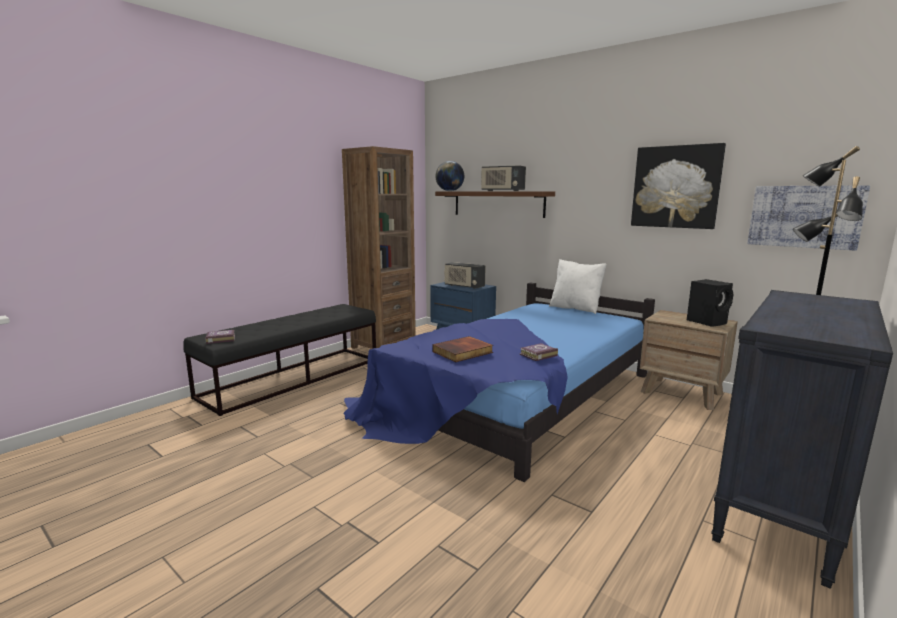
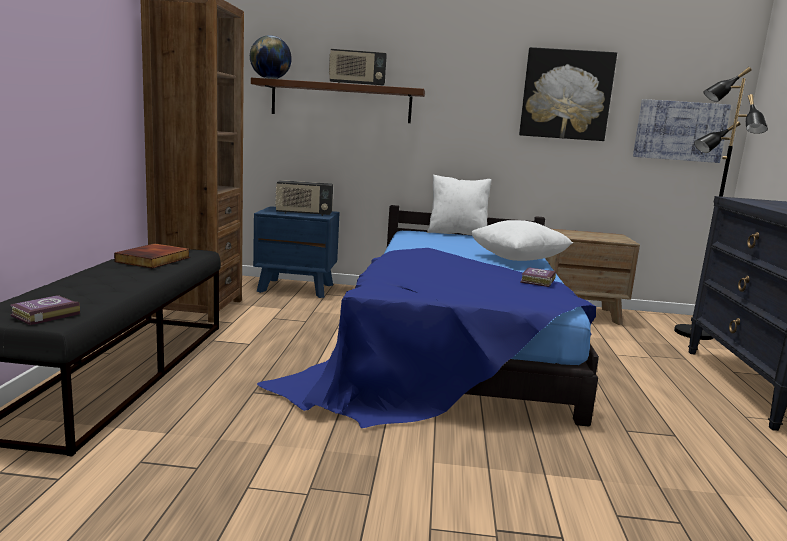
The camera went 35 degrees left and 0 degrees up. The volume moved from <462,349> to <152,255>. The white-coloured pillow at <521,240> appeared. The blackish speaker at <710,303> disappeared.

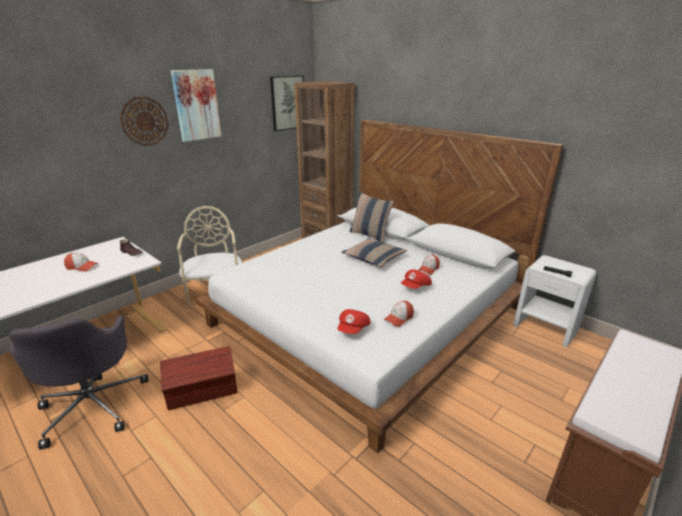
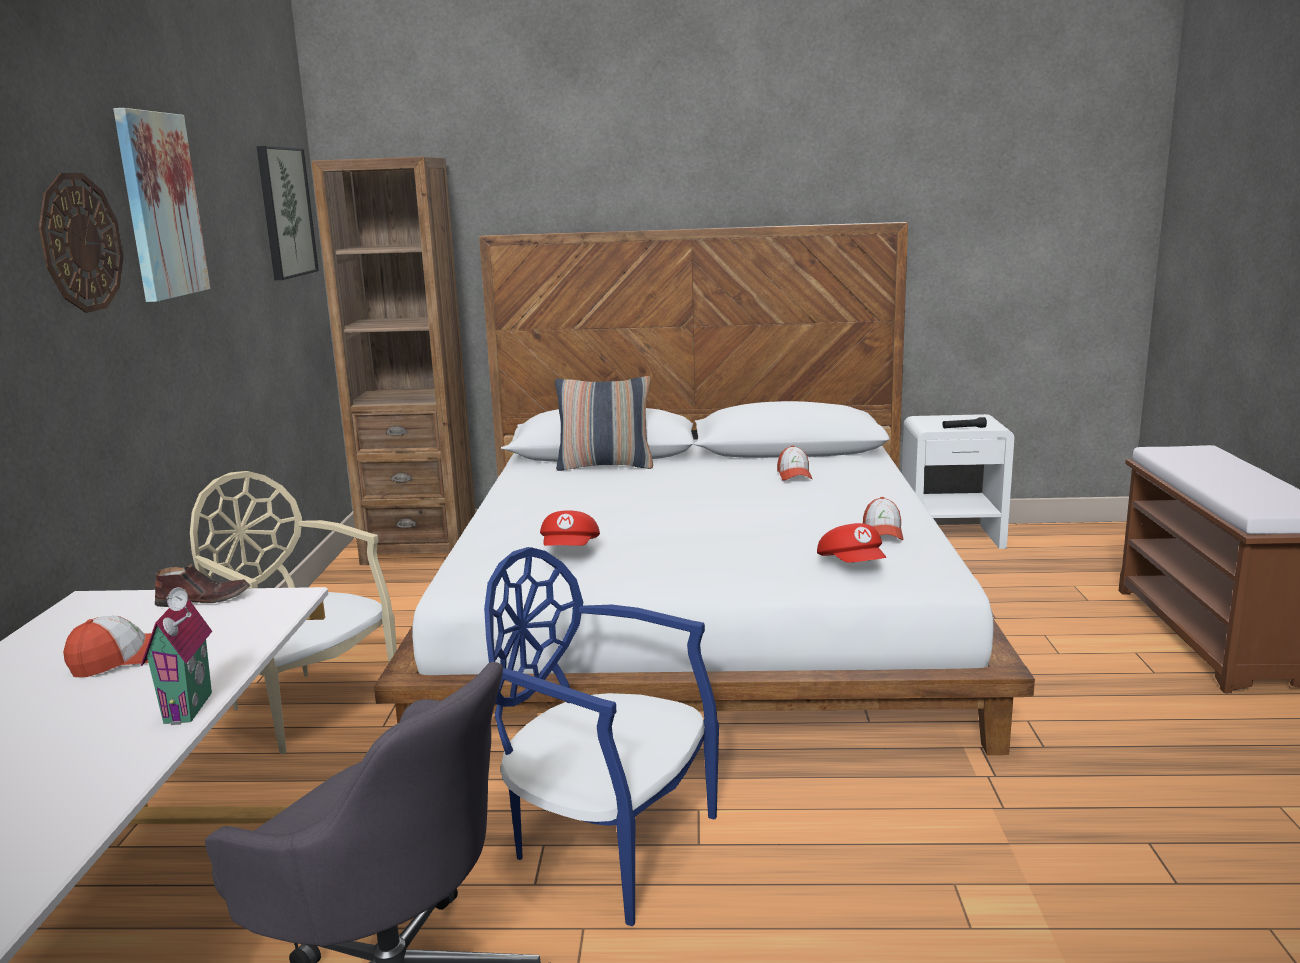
The camera went 40 degrees left and 10 degrees down. The model house at <176,656> appeared. The brown storage box at <199,378> was replaced by the blue-coloured upright chair at <601,736>. The red baseball cap moved from <416,279> to <570,528>. The pillow at <374,252> disappeared.

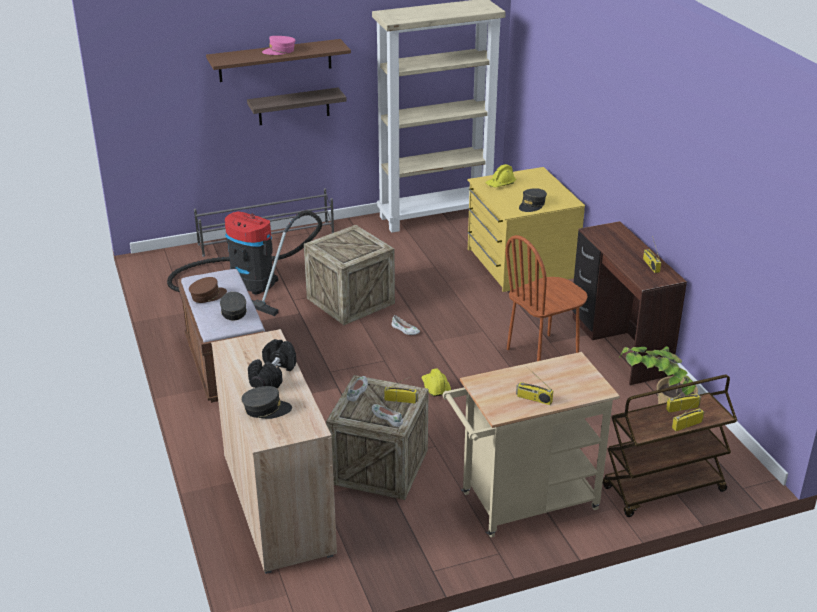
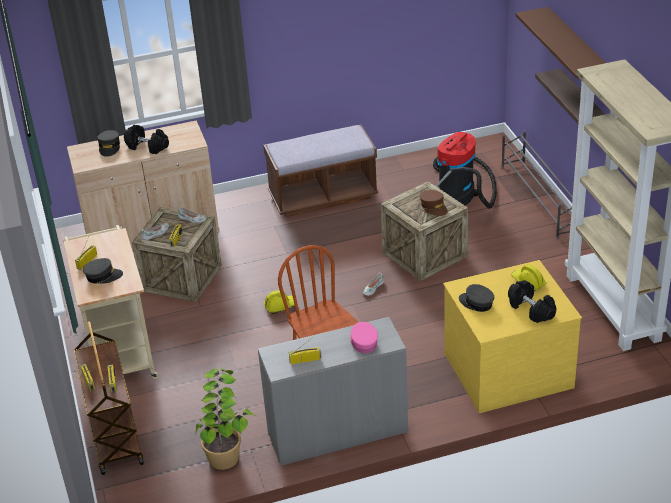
The camera went 95 degrees right and 5 degrees up. The greyish baseball cap moved from <233,306> to <103,271>. The brown desk unit at <629,303> became the greyish desk unit at <333,391>. The pink baseball cap moved from <279,45> to <364,337>. The brown baseball cap moved from <208,290> to <434,203>. The blackish dumbbell at <532,301> appeared.

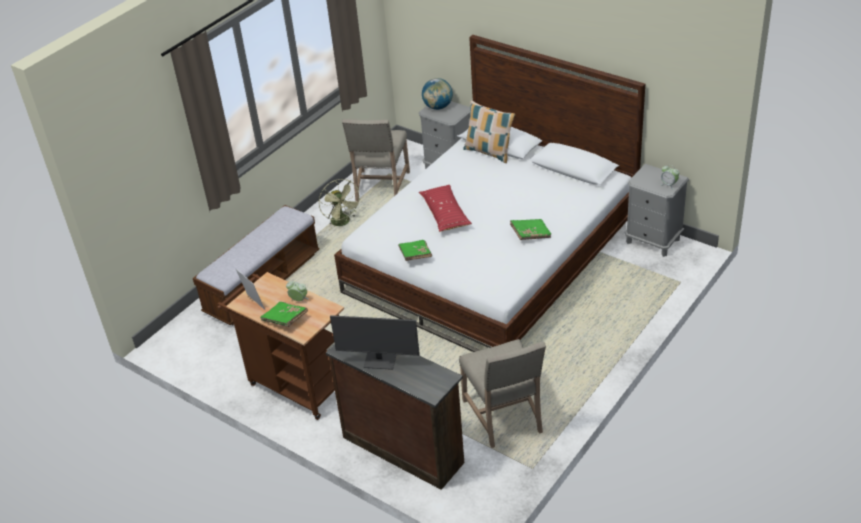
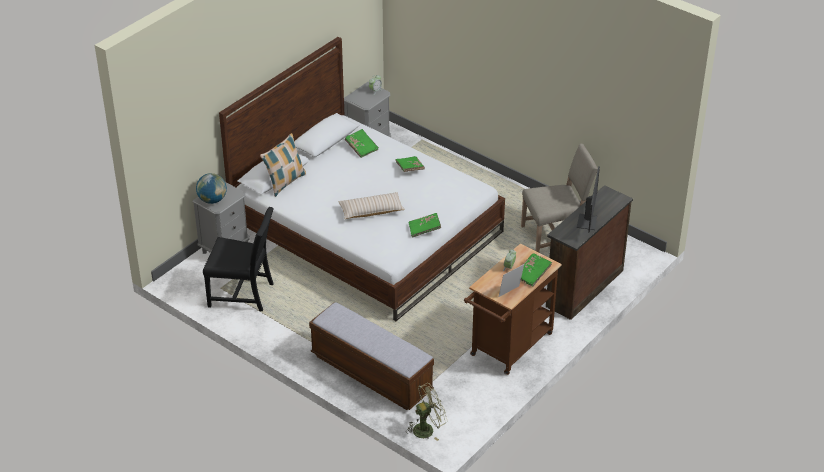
The camera went 90 degrees left and 0 degrees up. The beige upright chair at <376,161> became the blackish upright chair at <238,259>. The red pillow at <445,208> became the beige pillow at <371,205>. The green volume at <362,143> appeared. The green electric fan moved from <340,204> to <426,412>.

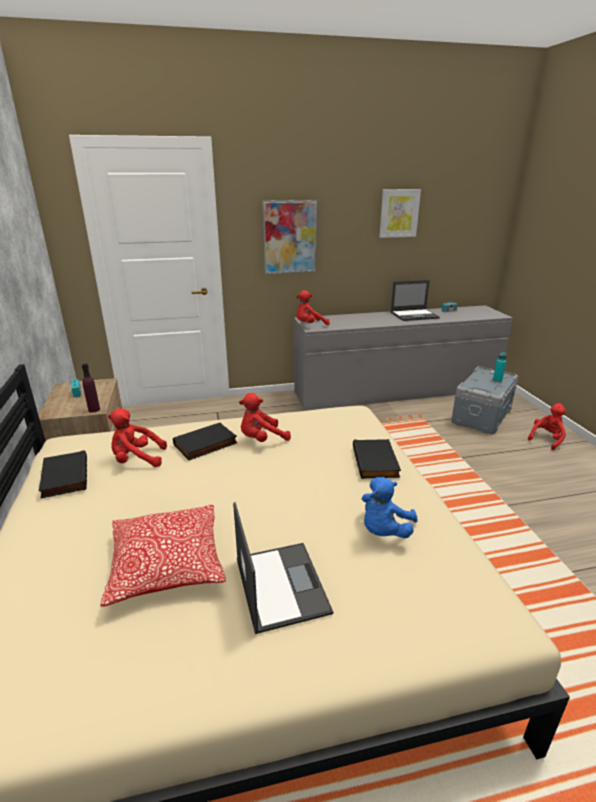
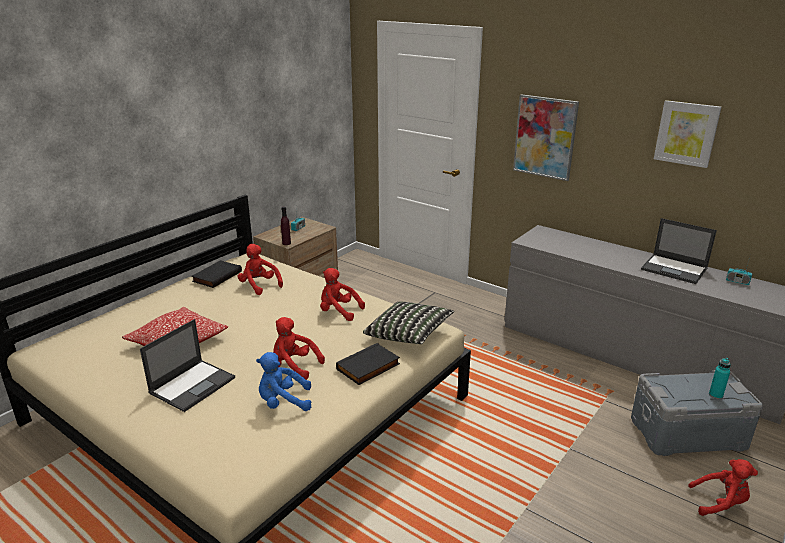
The camera went 50 degrees right and 0 degrees up. The red soft toy moved from <313,307> to <299,348>. The pillow at <408,322> appeared. The blackish volume at <205,441> disappeared.

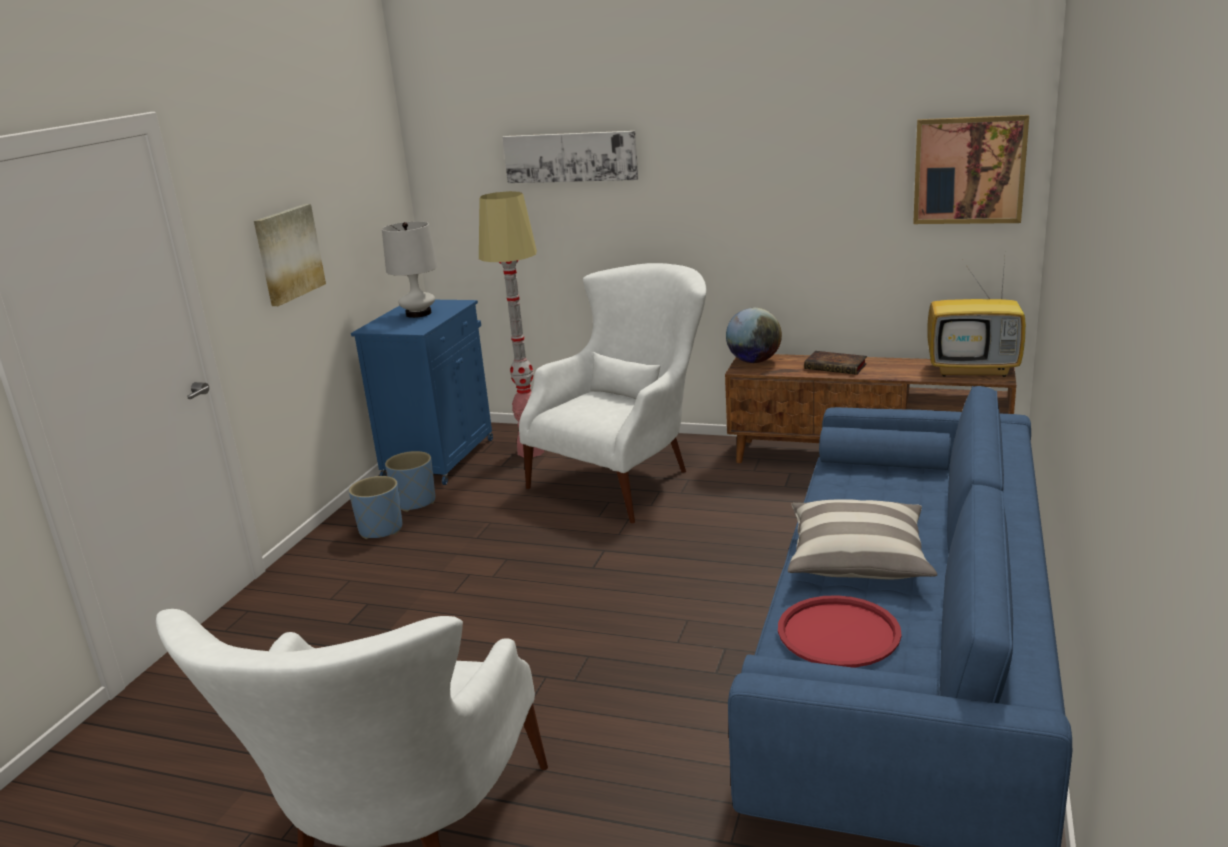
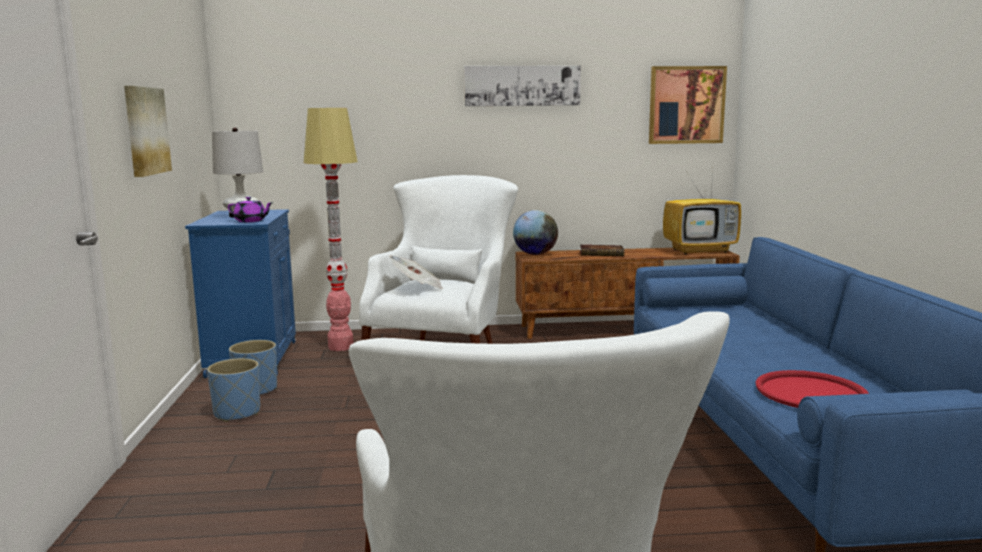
The camera went 25 degrees left and 10 degrees down. The purple-coloured pot for tea at <251,209> appeared. The daily paper at <416,272> appeared. The picture moved from <570,157> to <522,85>. The pillow at <862,539> disappeared.

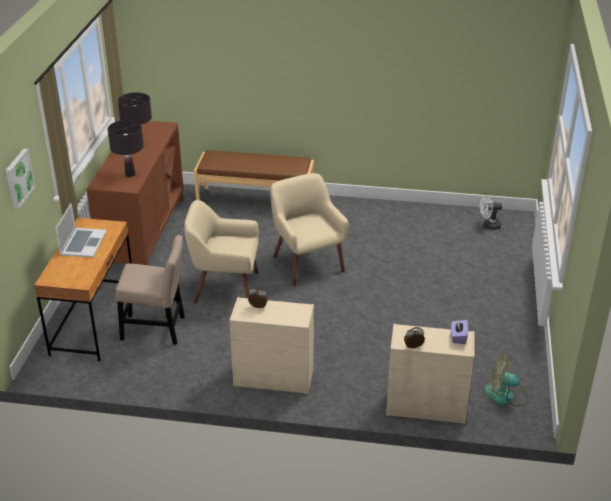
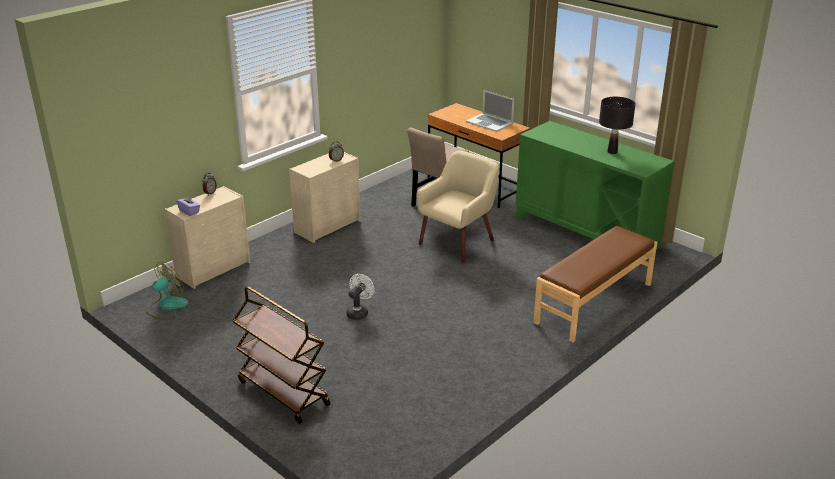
The camera went 125 degrees right and 5 degrees down. The brown trolley at <281,355> appeared. The white-coloured electric fan moved from <491,212> to <360,297>. The brown cupboard at <135,193> became the green cupboard at <595,185>. The picture at <20,179> disappeared. The blackish table lamp at <126,148> disappeared. The beige lounge chair at <309,229> disappeared.

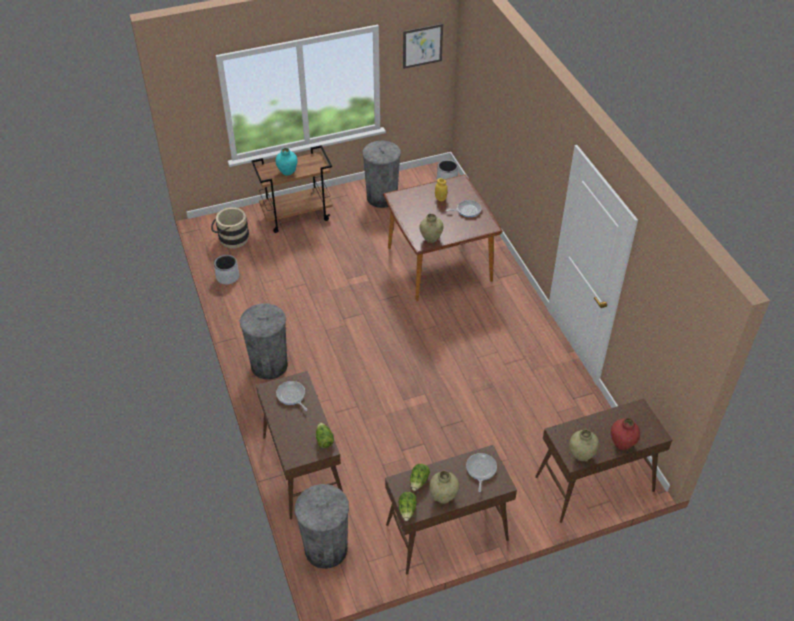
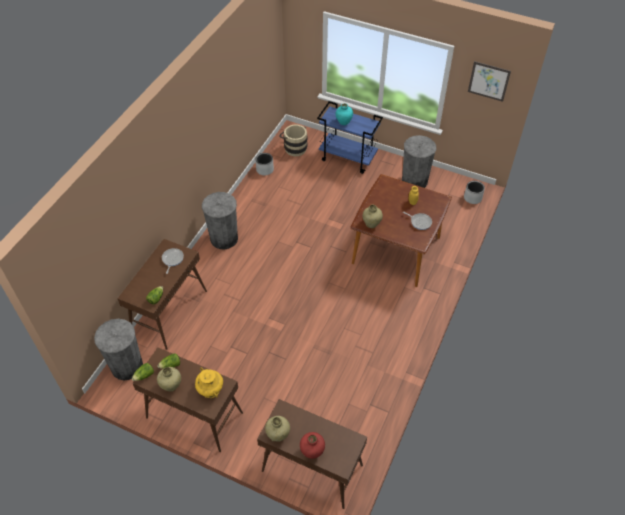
The camera went 45 degrees right and 5 degrees up. The frying pan at <481,472> was replaced by the yellow-coloured decorative vase at <209,383>. The brown trolley at <291,189> became the blue-coloured trolley at <350,137>.

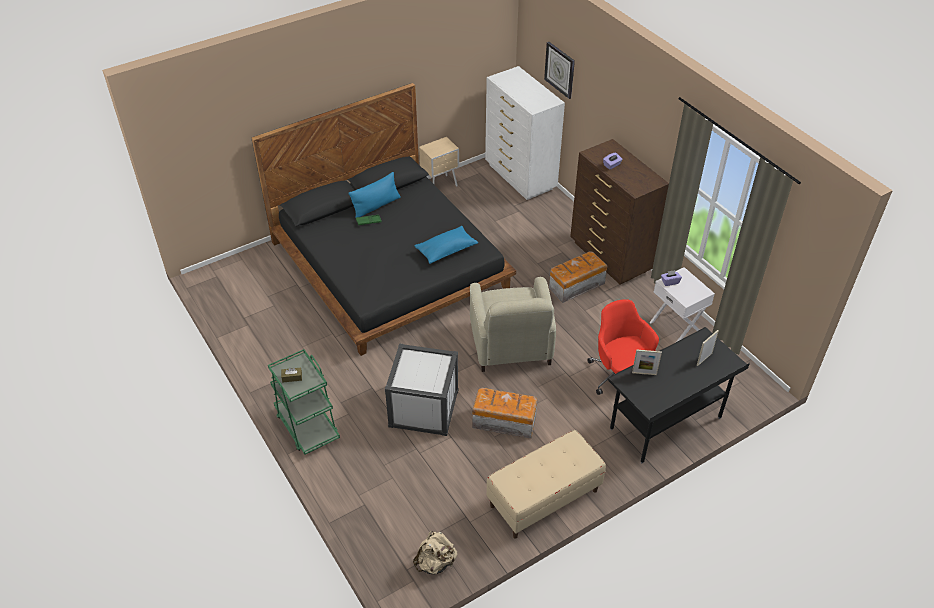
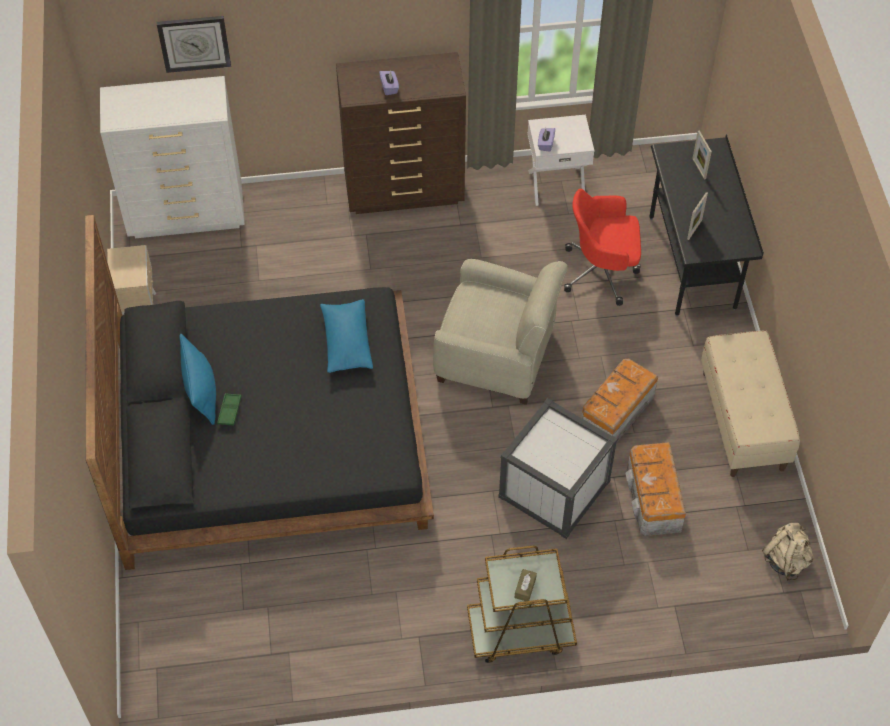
The camera went 65 degrees left and 10 degrees up. The green trolley at <304,402> became the brown trolley at <522,604>. The storage box moved from <578,277> to <655,489>.

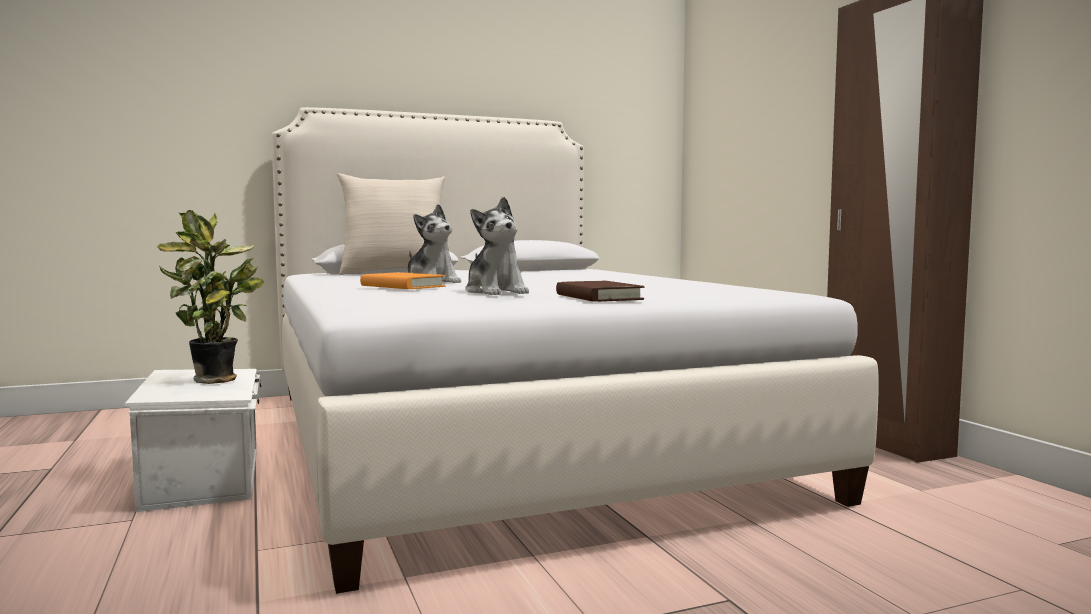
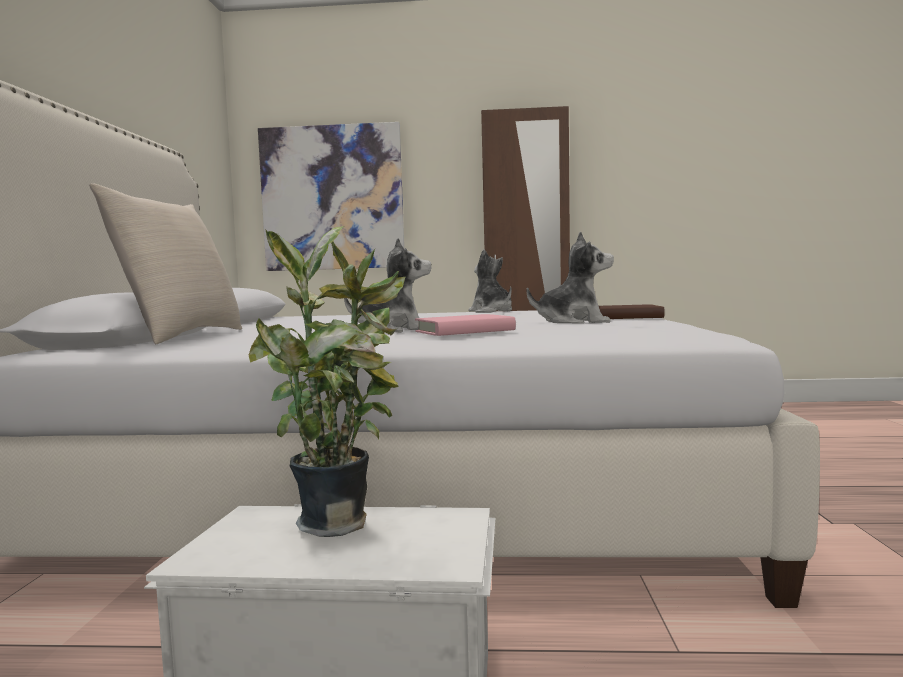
The camera went 65 degrees left and 0 degrees up. The picture at <331,196> appeared. The orange volume at <402,280> became the pink volume at <465,325>. The soft toy at <490,281> appeared.

